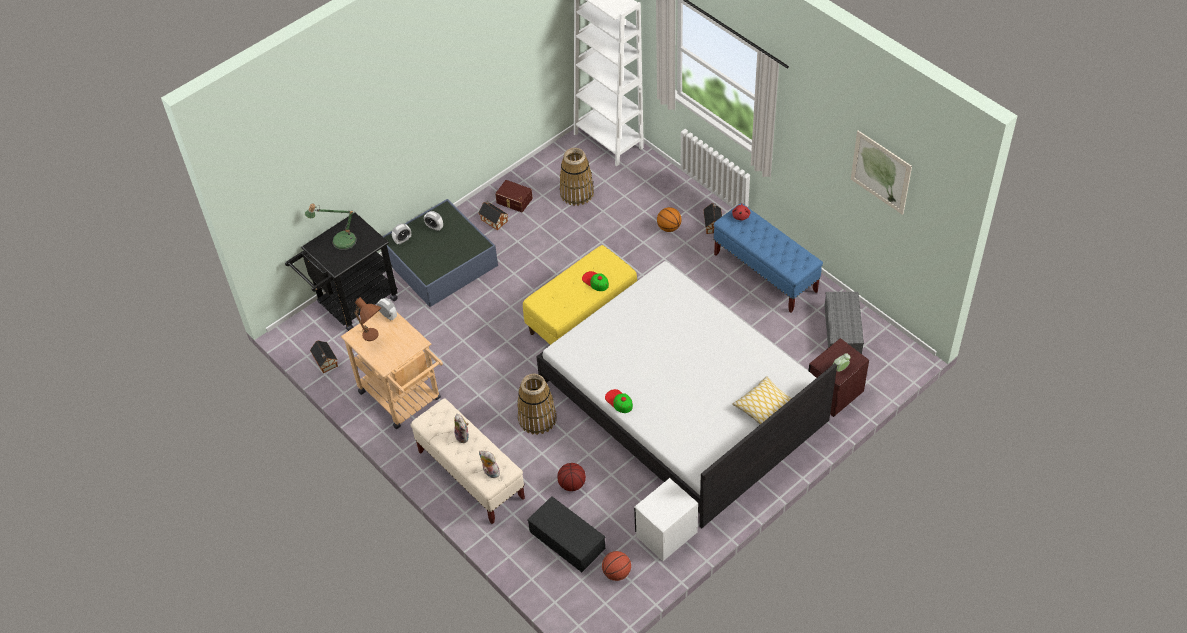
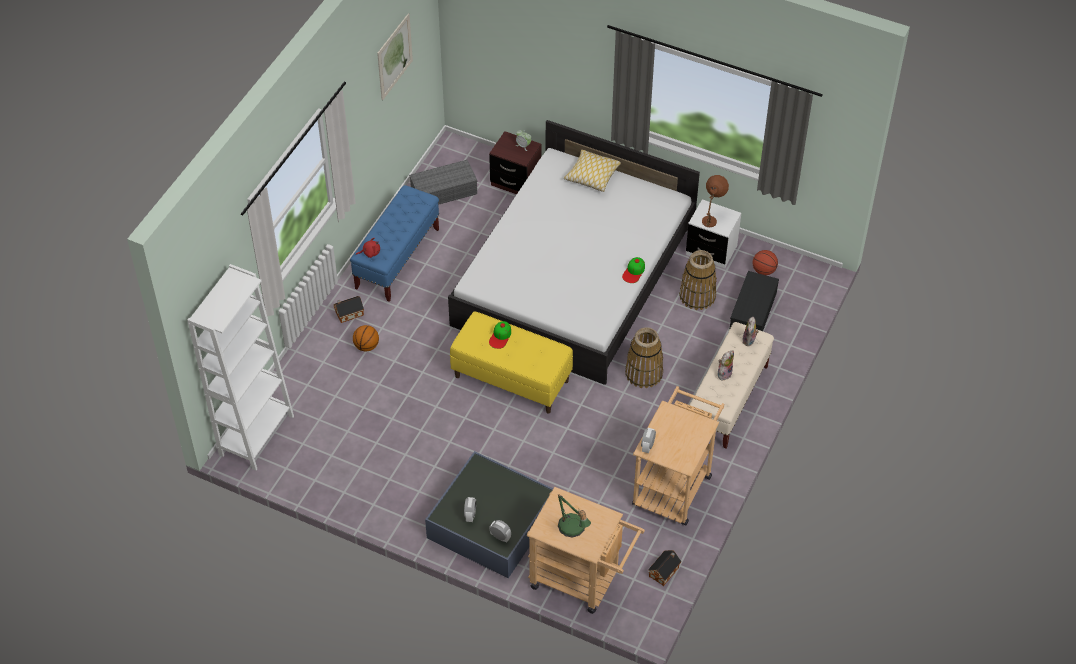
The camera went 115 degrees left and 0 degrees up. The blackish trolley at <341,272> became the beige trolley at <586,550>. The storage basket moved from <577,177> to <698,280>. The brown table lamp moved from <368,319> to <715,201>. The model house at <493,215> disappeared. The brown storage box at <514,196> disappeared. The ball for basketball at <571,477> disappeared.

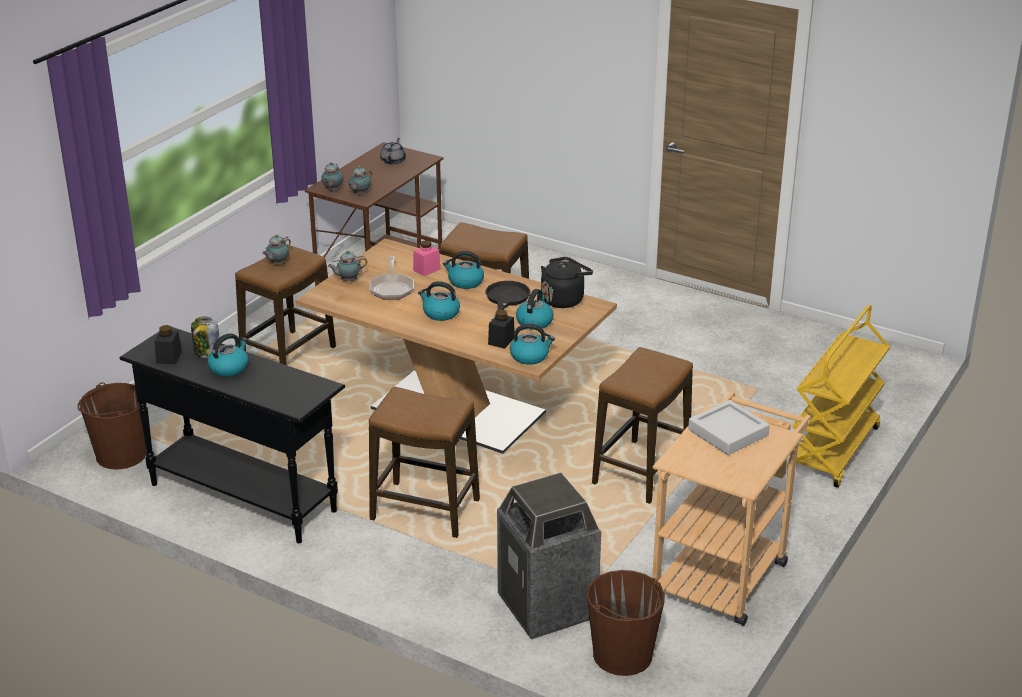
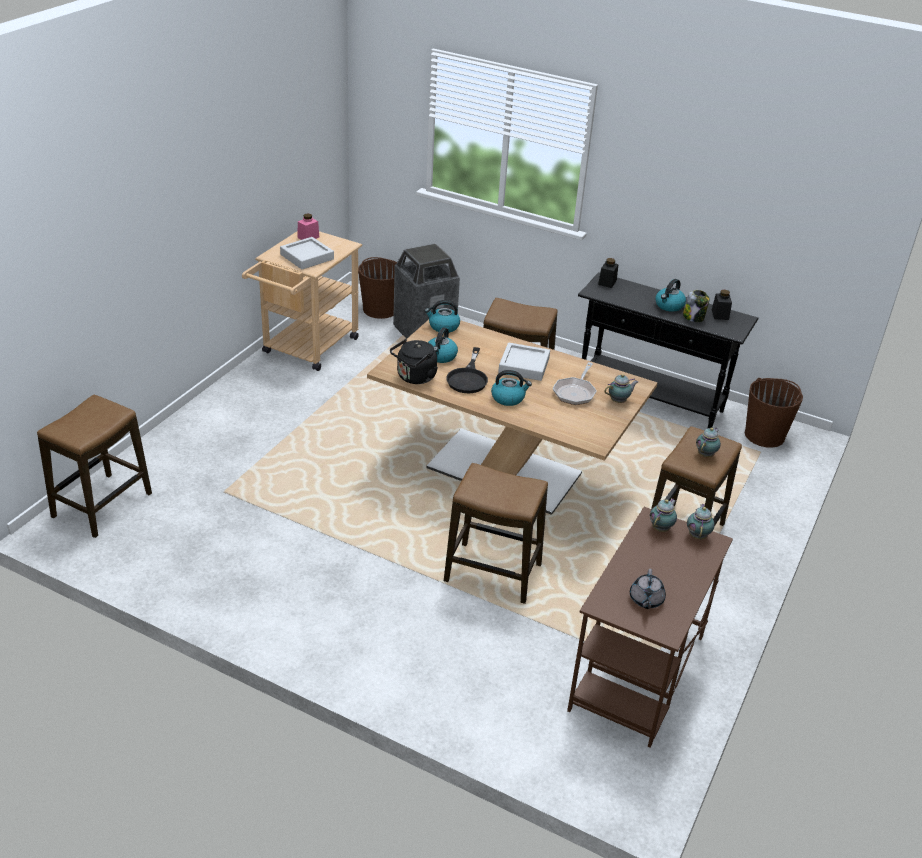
The camera went 175 degrees right and 5 degrees up. The stool seat moved from <642,425> to <94,466>. The pink storage jar moved from <427,258> to <308,226>. The kettle at <439,301> was replaced by the greyish serving tray at <524,362>. The frying pan at <392,278> turned 150 degrees counterclockwise. The blackish storage jar moved from <501,329> to <608,273>. The yellow-coloured trolley at <838,396> disappeared.

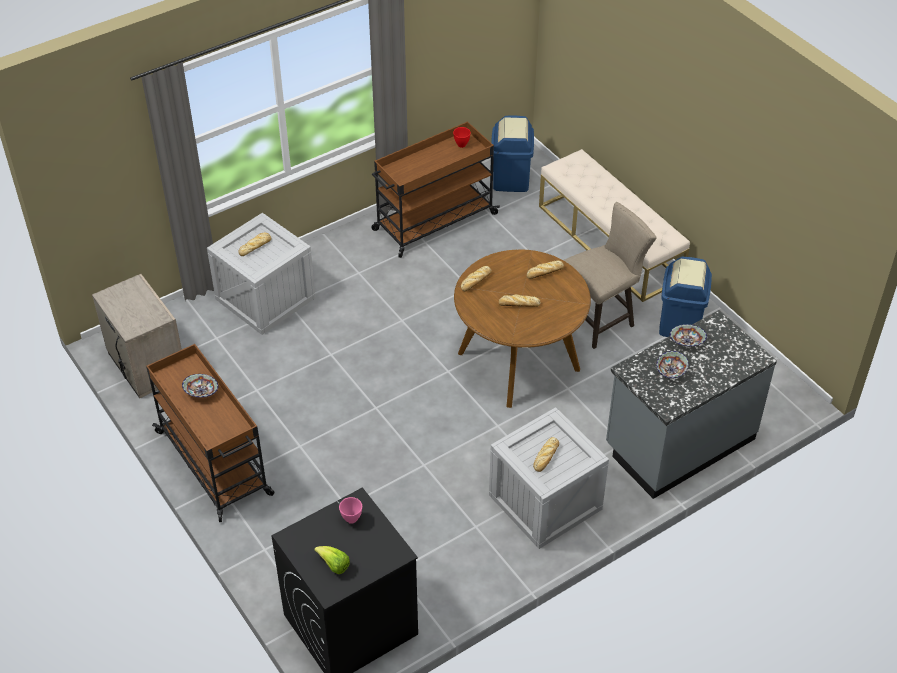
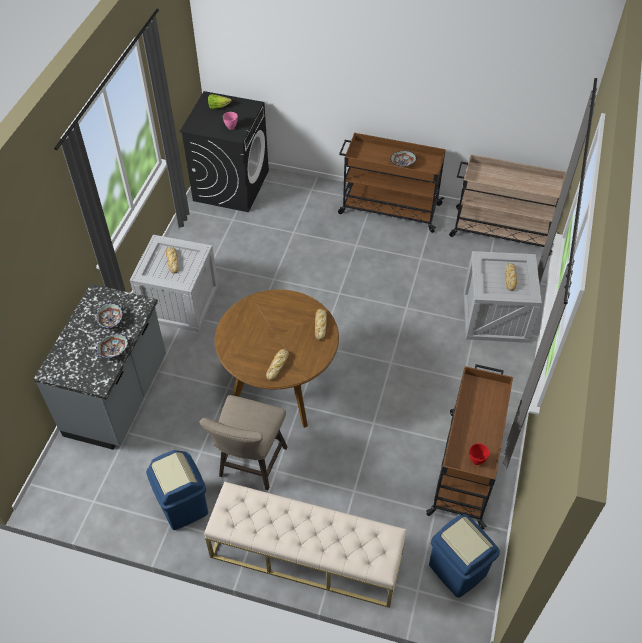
The camera went 140 degrees right and 5 degrees up. The beige bedside table at <137,336> was replaced by the beige trolley at <507,205>. The baked bread at <519,301> disappeared.

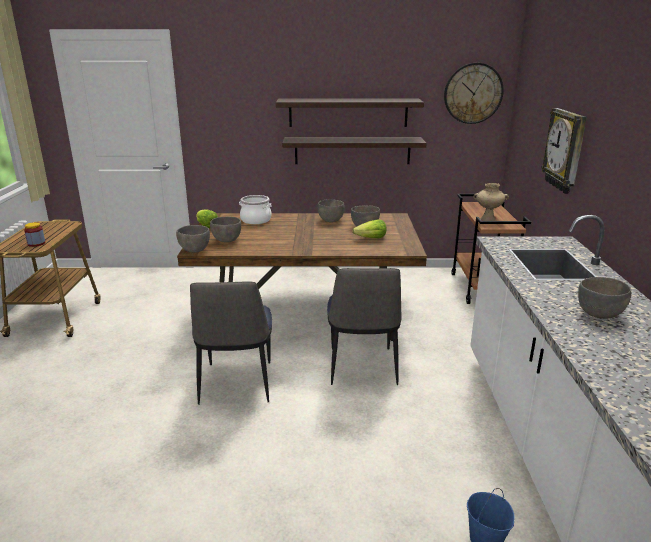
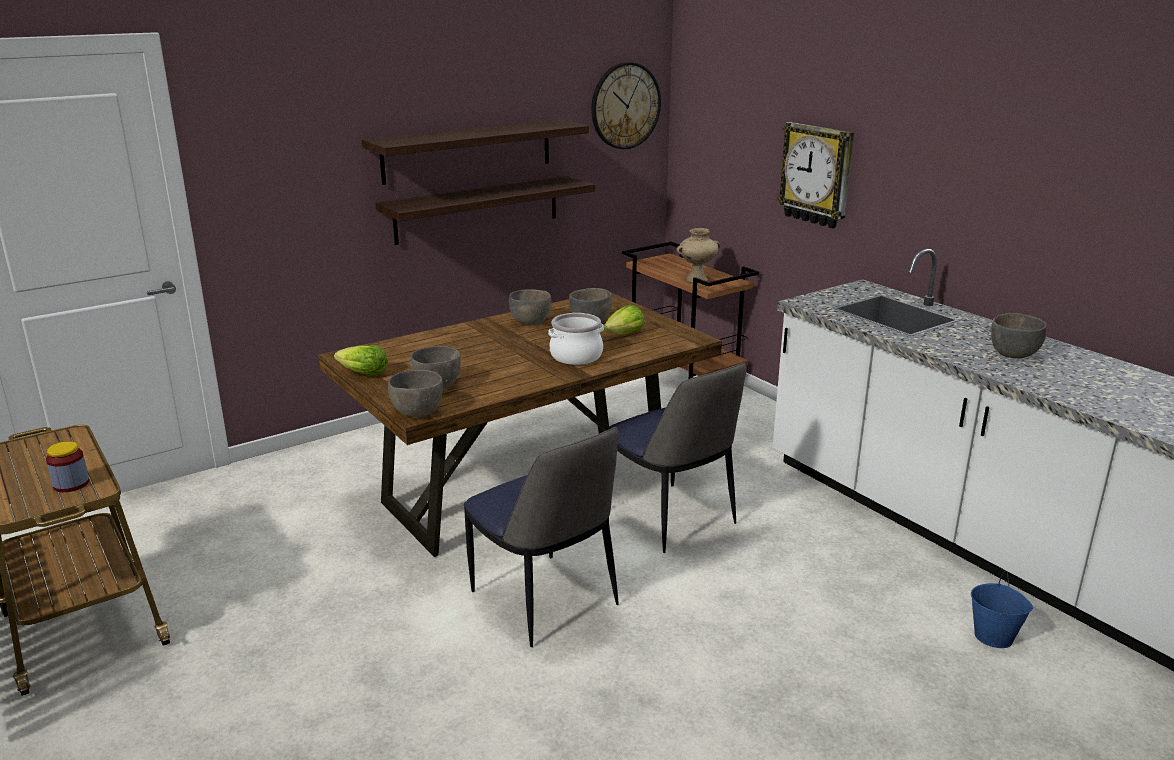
The camera went 35 degrees left and 0 degrees up. The cooking pot moved from <255,209> to <576,339>.

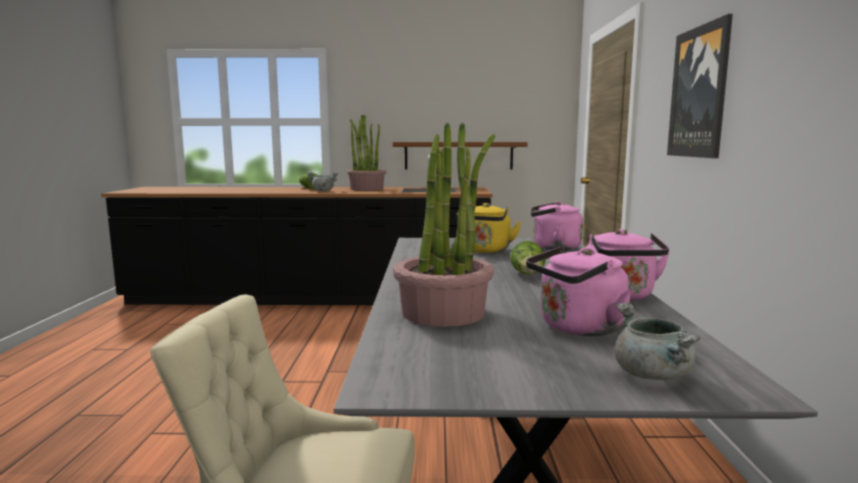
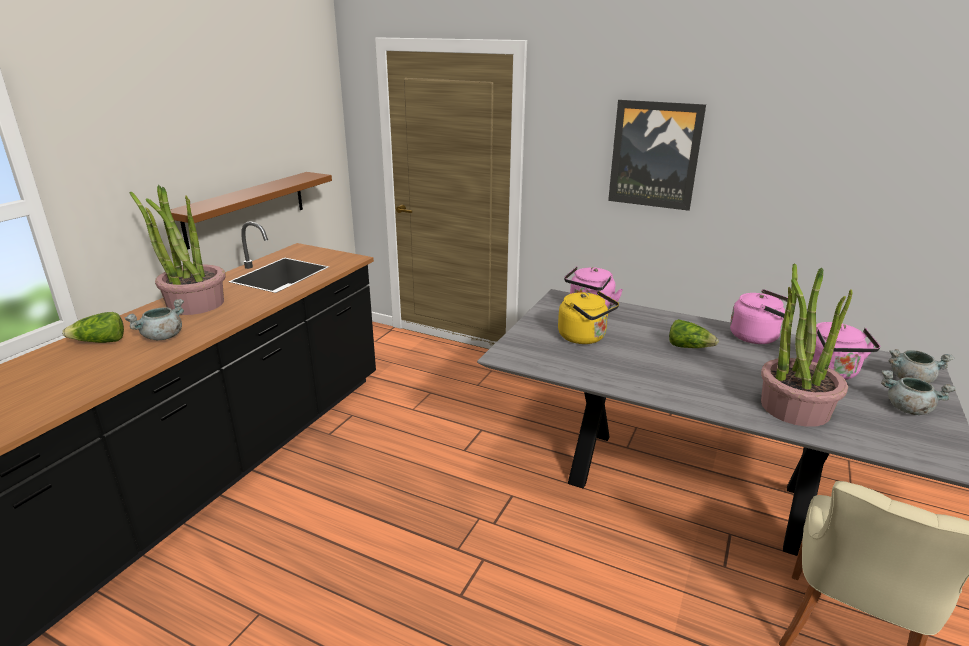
The camera went 65 degrees left and 15 degrees up. The greyish cooking pot at <918,392> appeared.

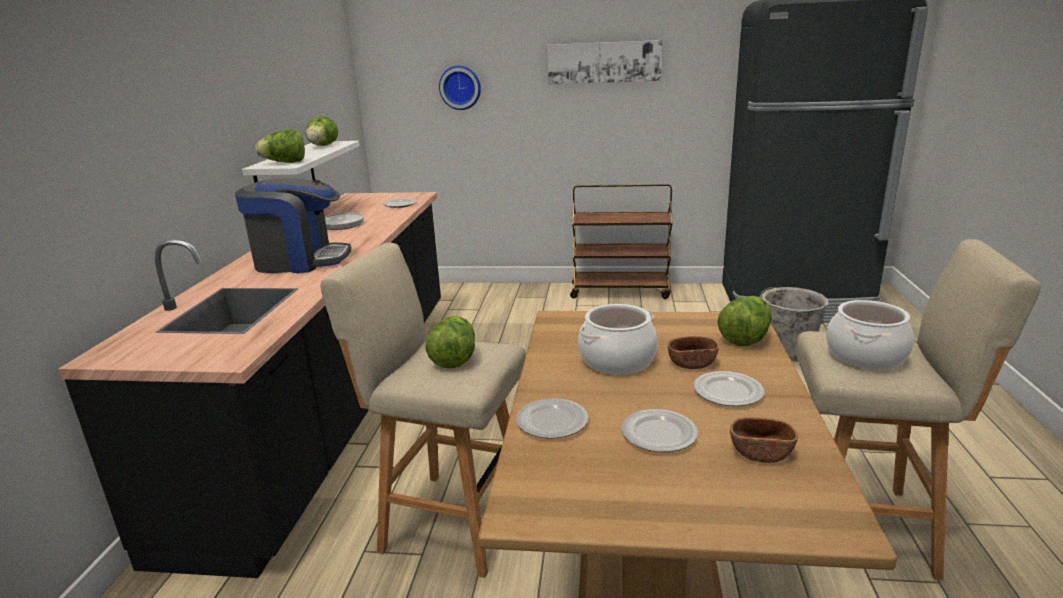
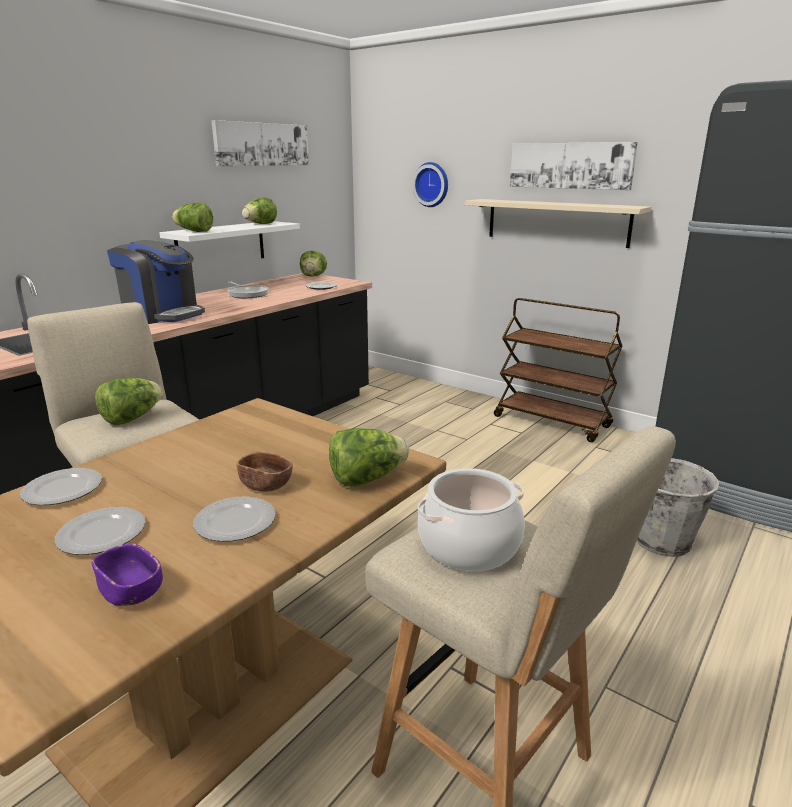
The camera went 30 degrees right and 0 degrees up. The brown deep dish at <764,440> became the purple-coloured deep dish at <127,574>. The picture at <260,143> appeared. The lettuce at <313,264> appeared. The beige wall shelf at <558,223> appeared. The cooking pot at <617,339> disappeared.

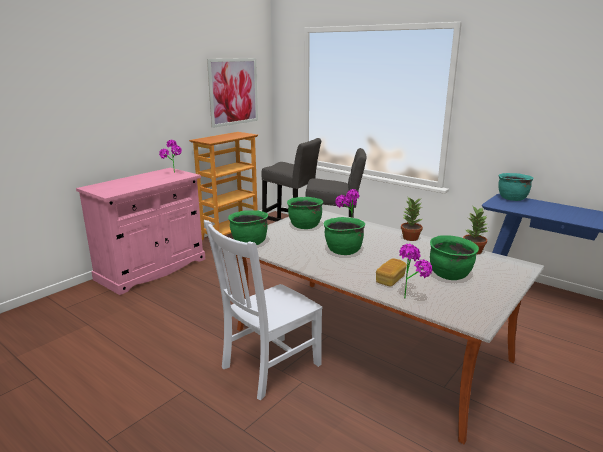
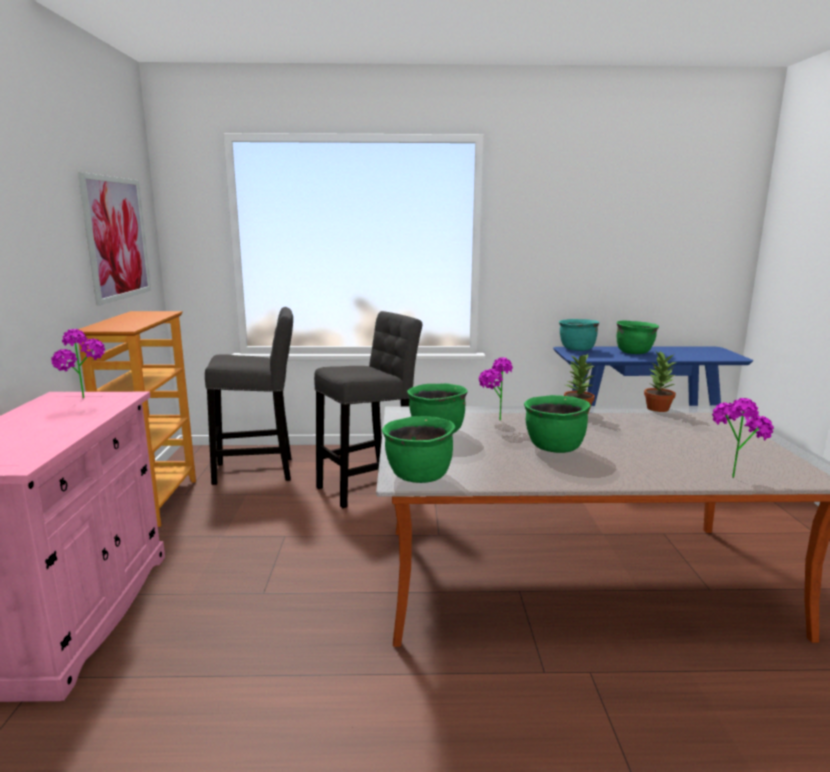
The camera went 40 degrees left and 5 degrees down. The green cooking pot moved from <454,257> to <638,337>. The white-coloured upright chair at <263,310> disappeared. The baked bread at <391,273> disappeared.

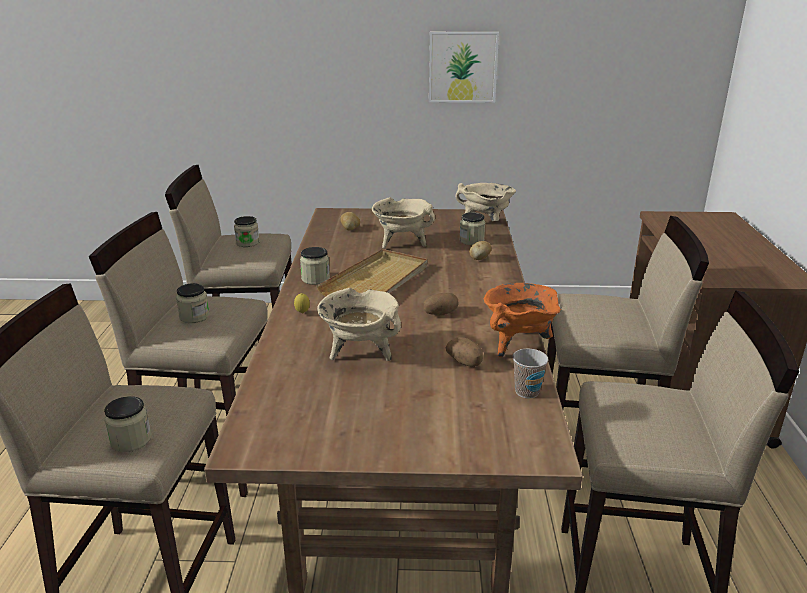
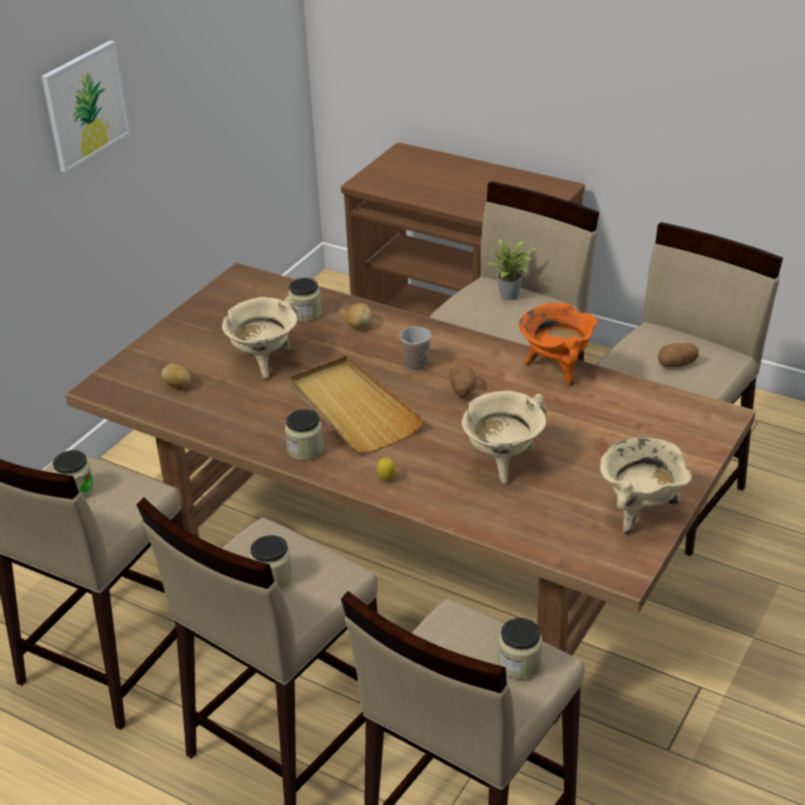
The camera went 60 degrees left and 10 degrees up. The cup moved from <530,373> to <415,348>. The plant in a pot at <512,269> appeared. The beige cooking pot moved from <485,202> to <646,486>. The whole potato moved from <464,352> to <678,355>.

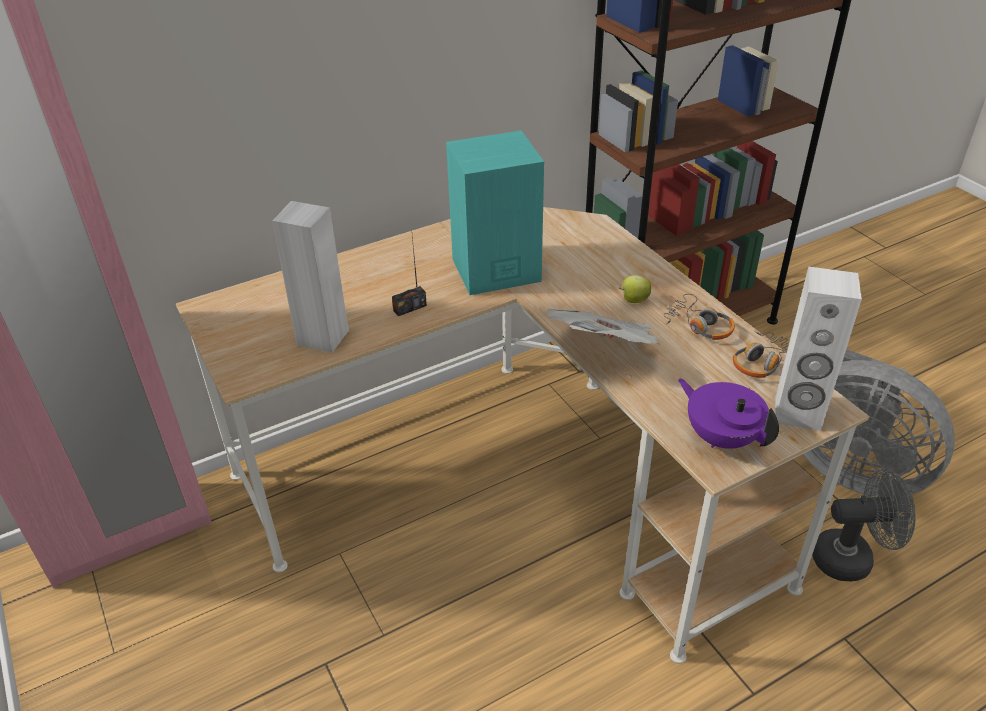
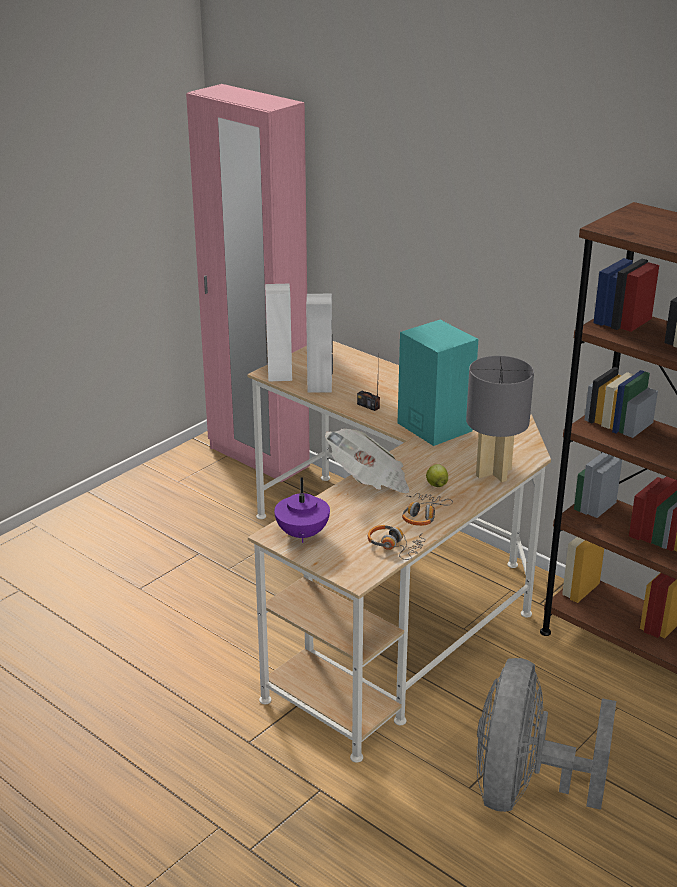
The camera went 70 degrees right and 10 degrees down. The white-coloured speaker moved from <818,349> to <278,333>. The purple-coloured pot for tea at <728,413> turned 150 degrees clockwise. The greyish table lamp at <500,419> appeared. The greyish electric fan at <864,525> disappeared.

